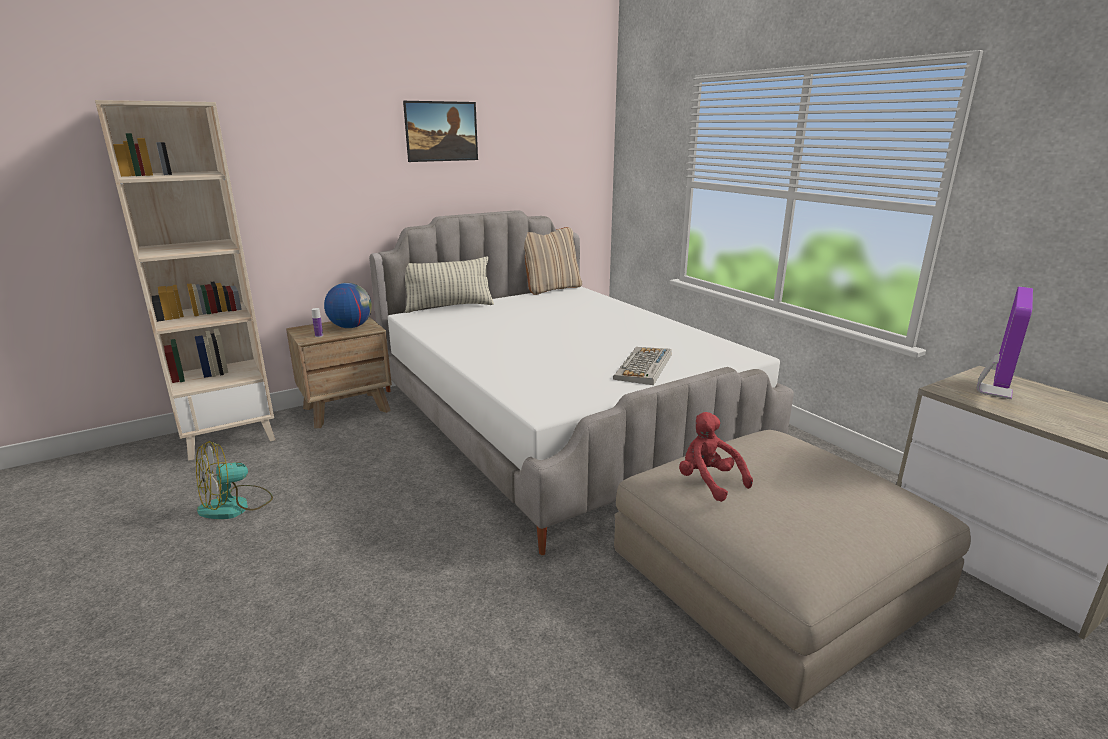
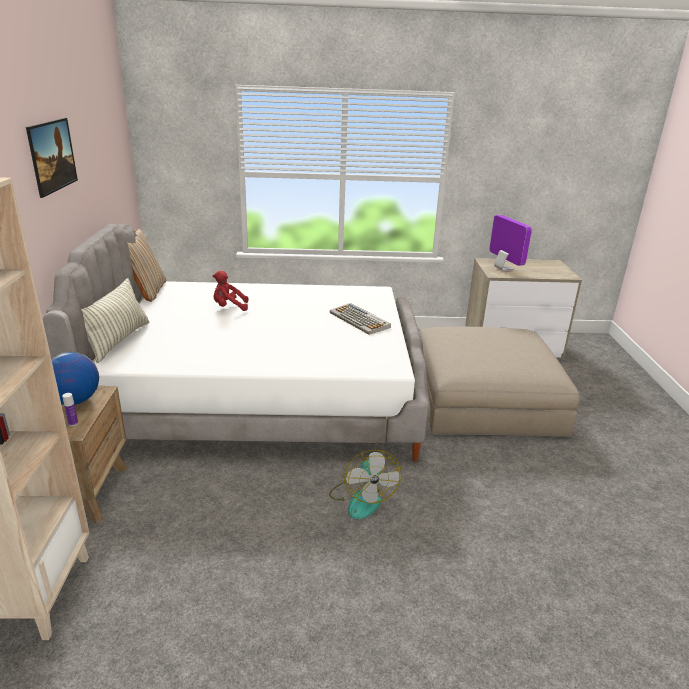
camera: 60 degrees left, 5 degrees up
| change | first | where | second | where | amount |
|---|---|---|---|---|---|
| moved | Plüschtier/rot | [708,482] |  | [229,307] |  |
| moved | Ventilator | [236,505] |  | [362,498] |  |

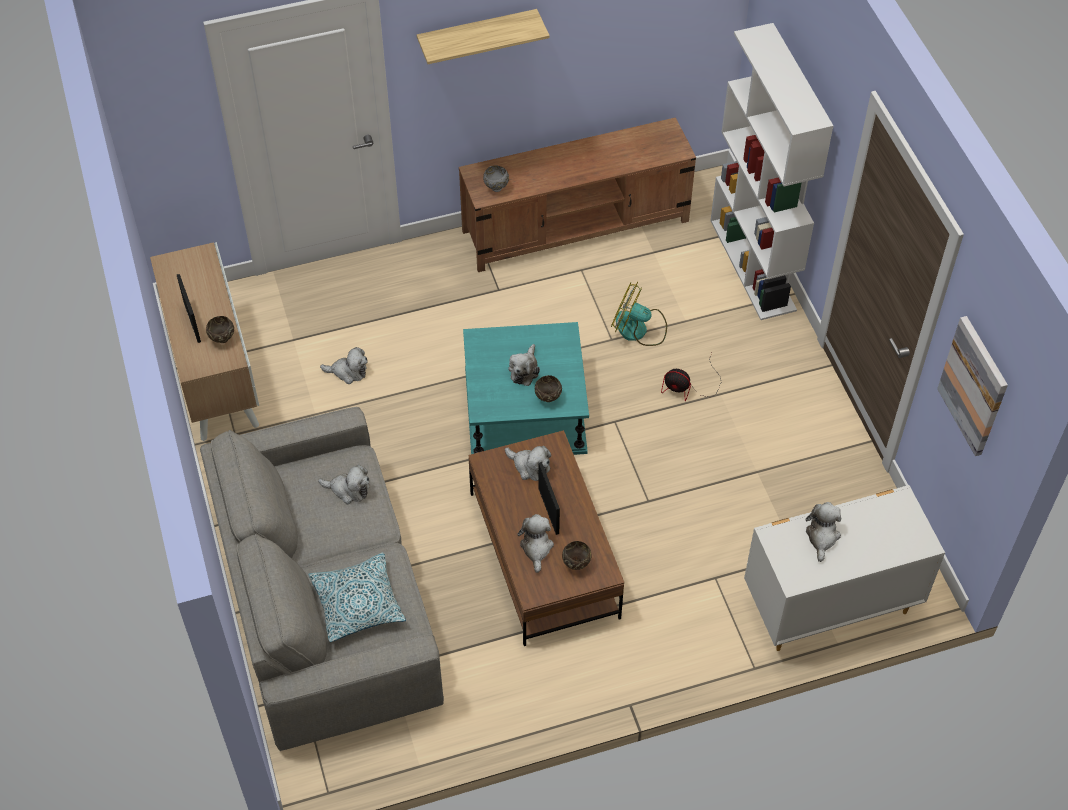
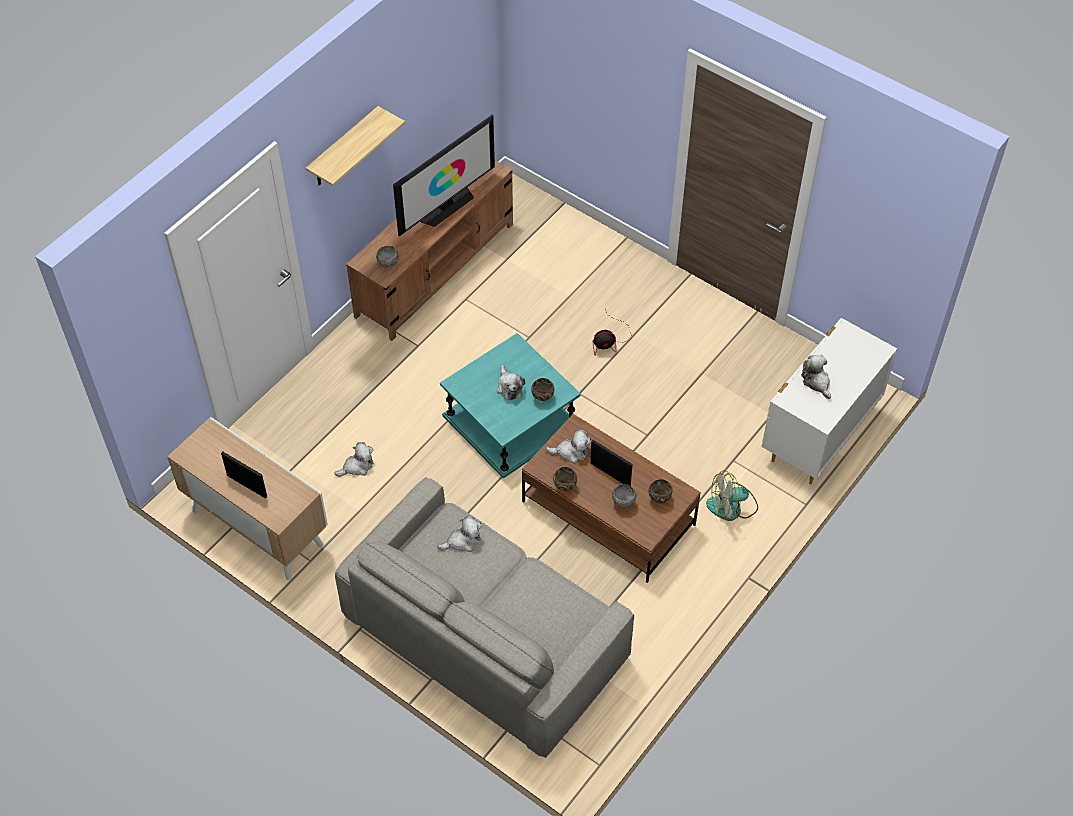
camera: 35 degrees left, 0 degrees up
| change | first | where | second | where | amount |
|---|---|---|---|---|---|
| removed | Bücherregal/weiß | [753,265] |  |  |  |
| moved | Ventilator | [639,329] |  | [732,507] |  |
| moved | Schüssel/braun | [222,340] |  | [564,487] |  |
| removed | Bild | [974,386] |  |  |  |
| replaced | Plüschtier | [536,547] | Schüssel/grau | [623,504] |  |
| removed | Kissen | [357,603] |  |  |  |
| added |  |  | Fernseher | [446,206] |  |

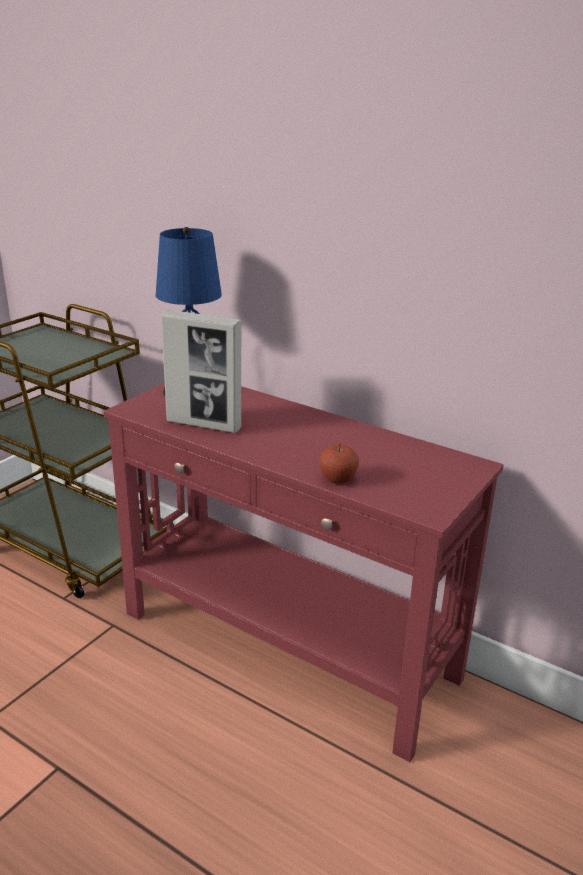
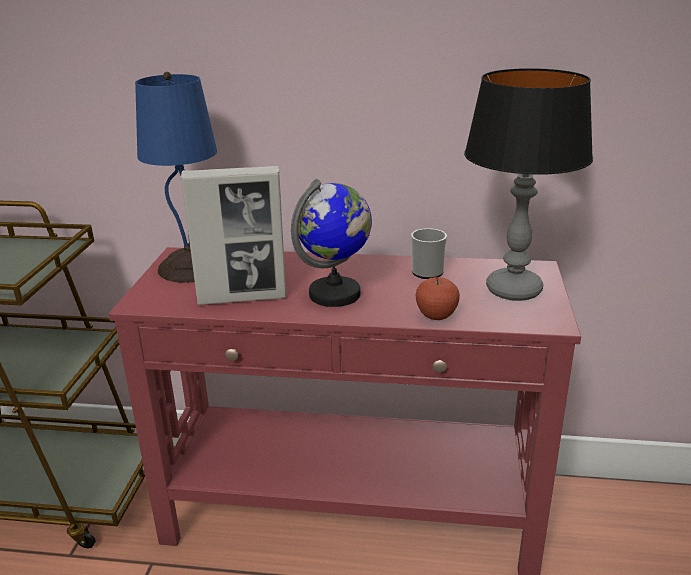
camera: 25 degrees left, 0 degrees up
| change | first | where | second | where | amount |
|---|---|---|---|---|---|
| added |  |  | Tischlampe | [514,290] |  |
| added |  |  | Globus | [335,294] |  |
| added |  |  | Henkelbecher | [425,270] |  |

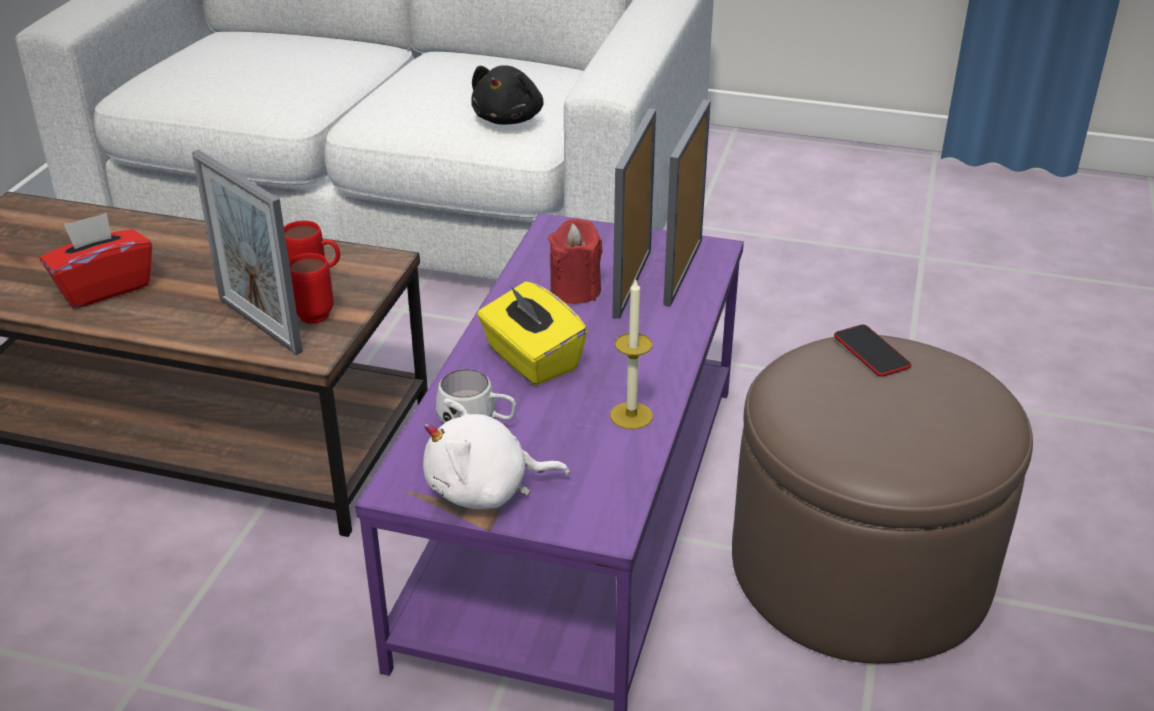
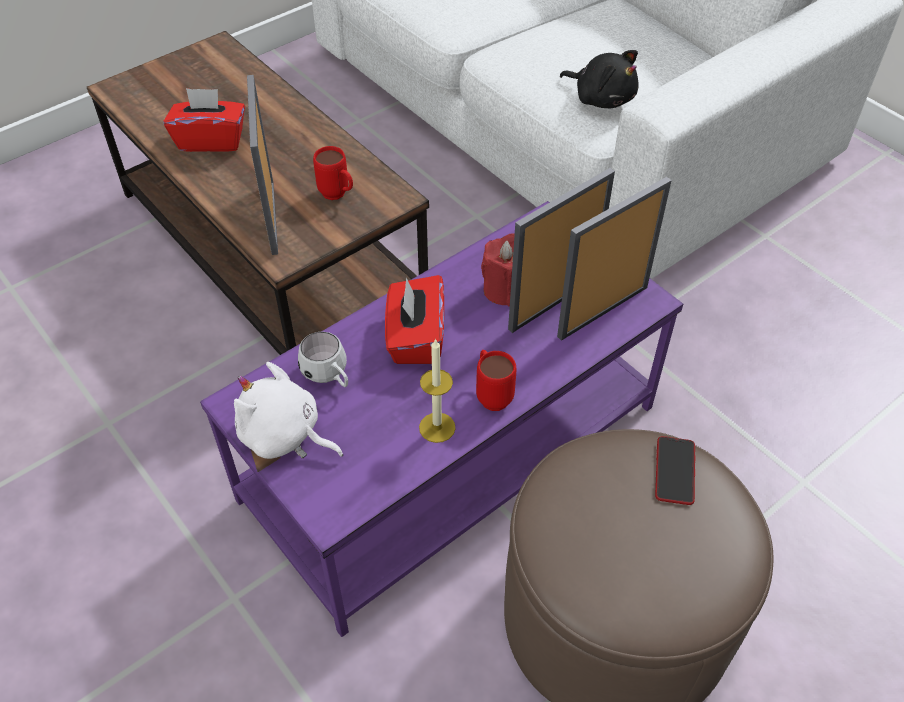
camera: 35 degrees right, 15 degrees up
| change | first | where | second | where | amount |
|---|---|---|---|---|---|
| turned | Plüschtier/schwarz | [509,119] |  | [601,98] | 105 degrees counterclockwise |
| moved | Henkelbecher/rot | [308,313] |  | [491,394] |  |
| recoloured | Taschentuchbox/gelb | [531,359] | Taschentuchbox/rot | [415,338] |  |

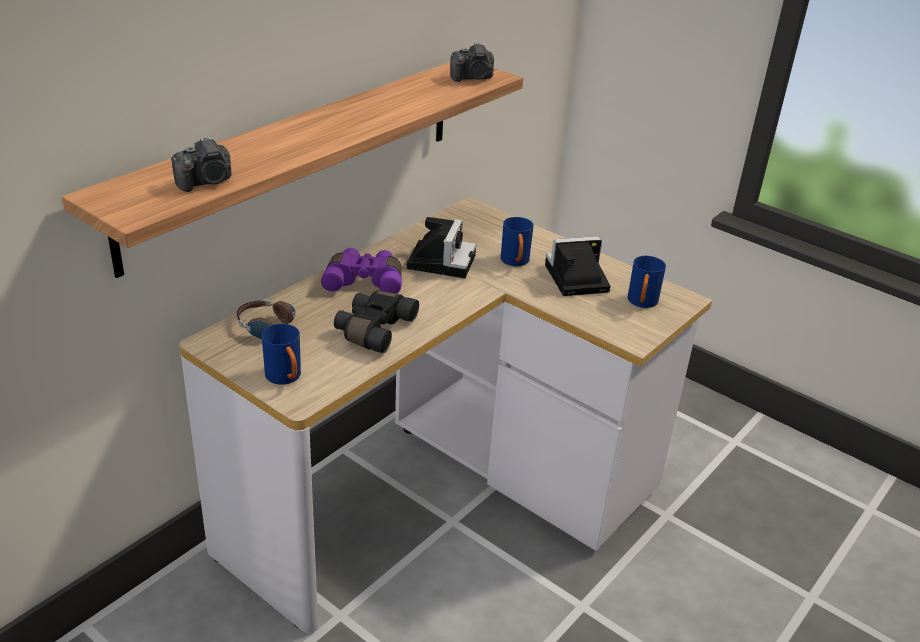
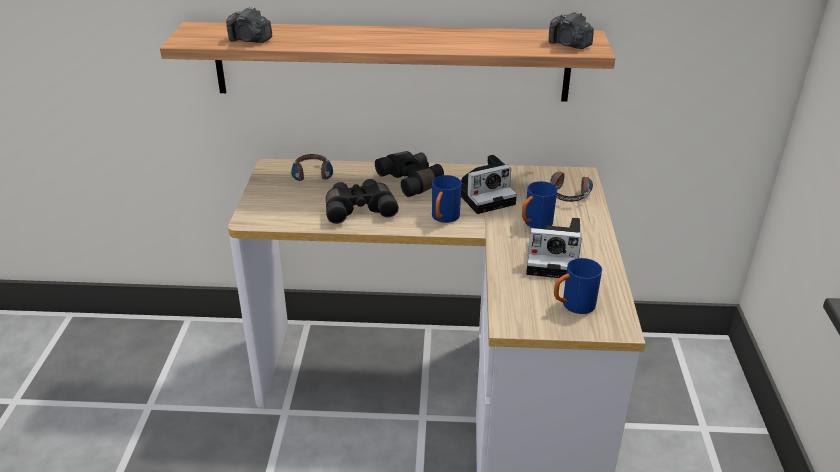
camera: 55 degrees right, 0 degrees up
| change | first | where | second | where | amount |
|---|---|---|---|---|---|
| turned | Kamera | [574,279] |  | [555,259] | 150 degrees clockwise |
| recoloured | Fernglas/lila | [365,281] | Fernglas/schwarz | [412,181] |  |
| moved | Henkelbecher/blau | [286,378] |  | [443,219] |  |
| added |  |  | Kopfhörer | [570,191] |  |

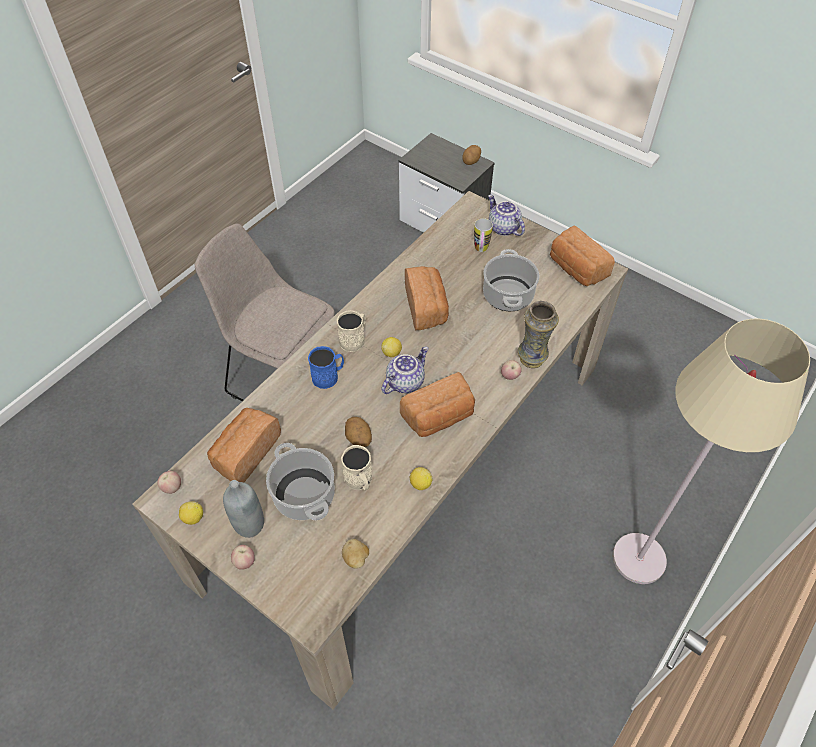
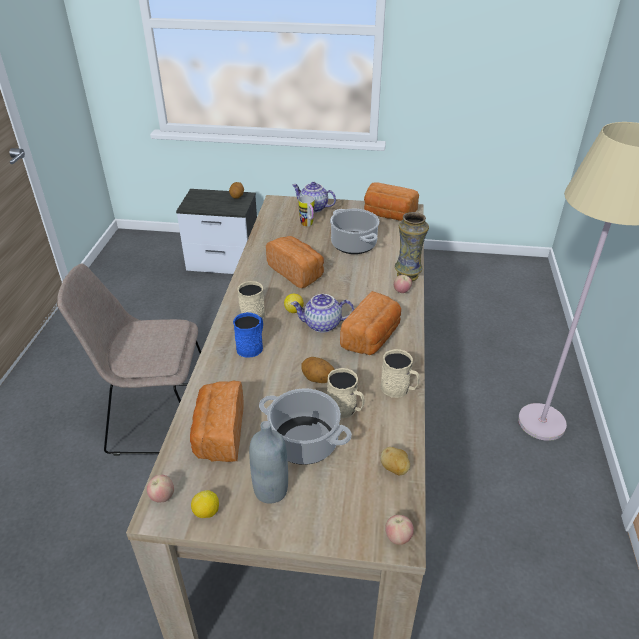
camera: 30 degrees left, 15 degrees down
| change | first | where | second | where | amount |
|---|---|---|---|---|---|
| turned | Teekanne | [404,381] |  | [322,325] | 105 degrees counterclockwise |
| replaced | Zitrone | [420,484] | Henkelbecher/beige | [399,389] |  |
| moved | Apfel | [244,562] |  | [398,537] |  |

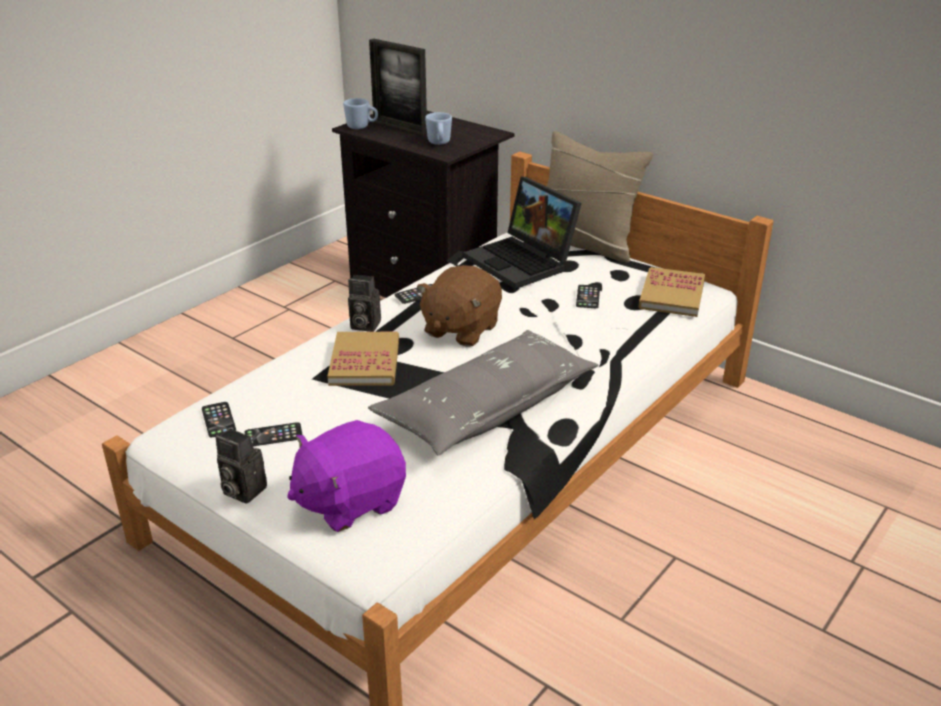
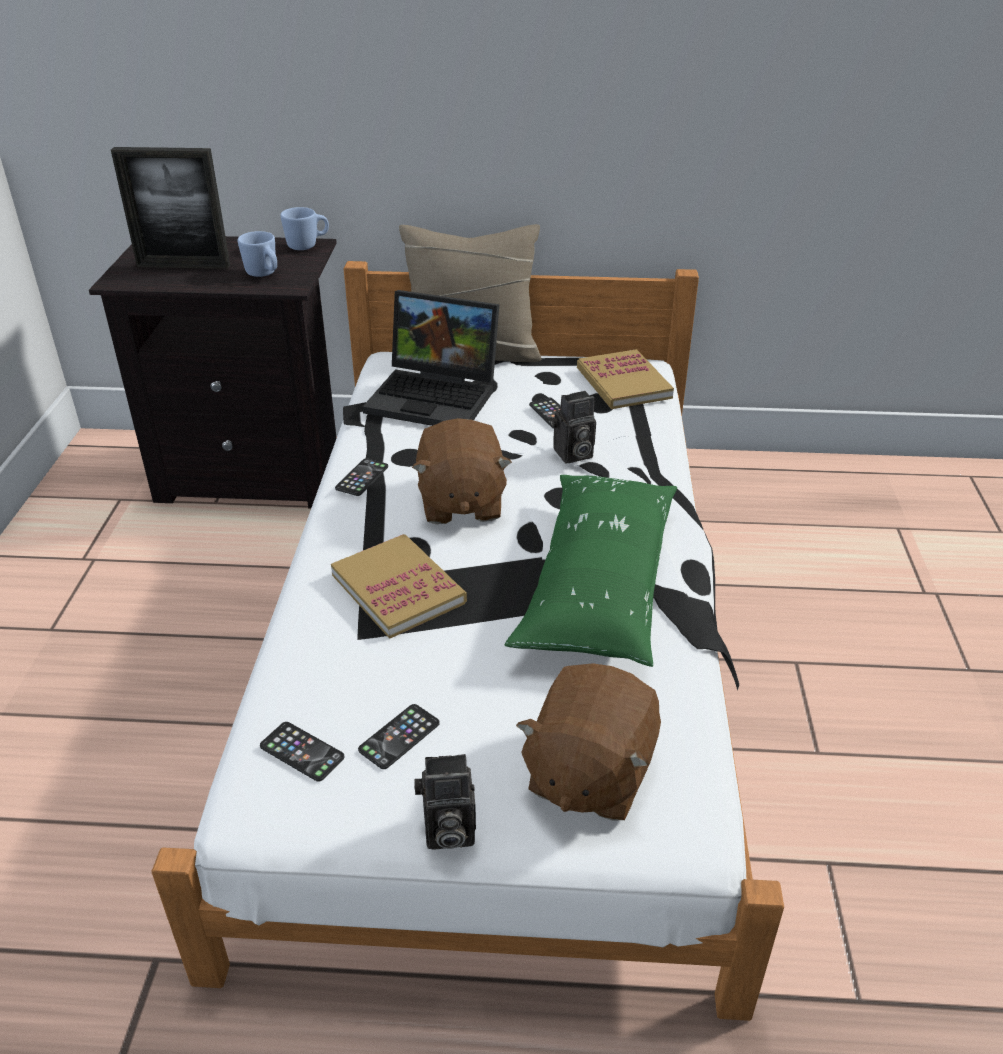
camera: 35 degrees left, 5 degrees up
| change | first | where | second | where | amount |
|---|---|---|---|---|---|
| moved | Henkelbecher/blau | [362,127] |  | [307,245] |  |
| moved | Kamera | [363,325] |  | [572,455] |  |
| recoloured | Kissen/grau | [487,407] | Kissen/grün | [598,584] |  |
| recoloured | Plüschtier/lila | [349,501] | Plüschtier/braun | [588,774] |  |

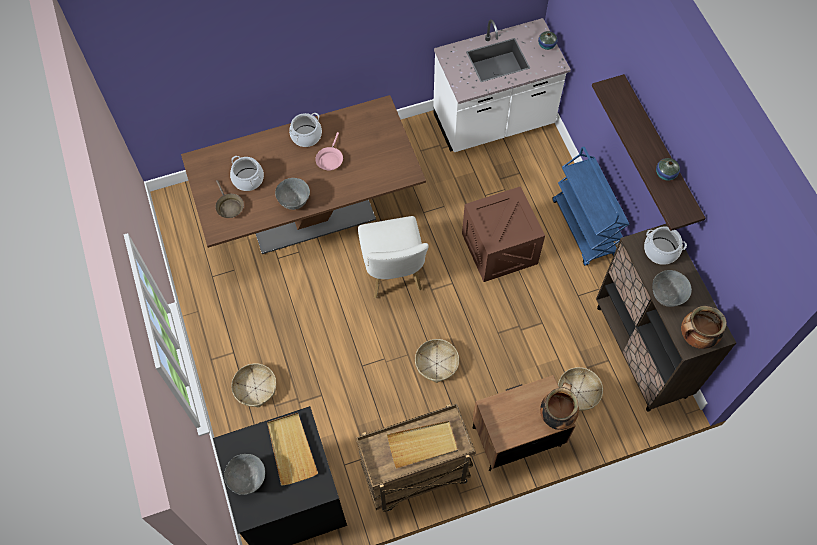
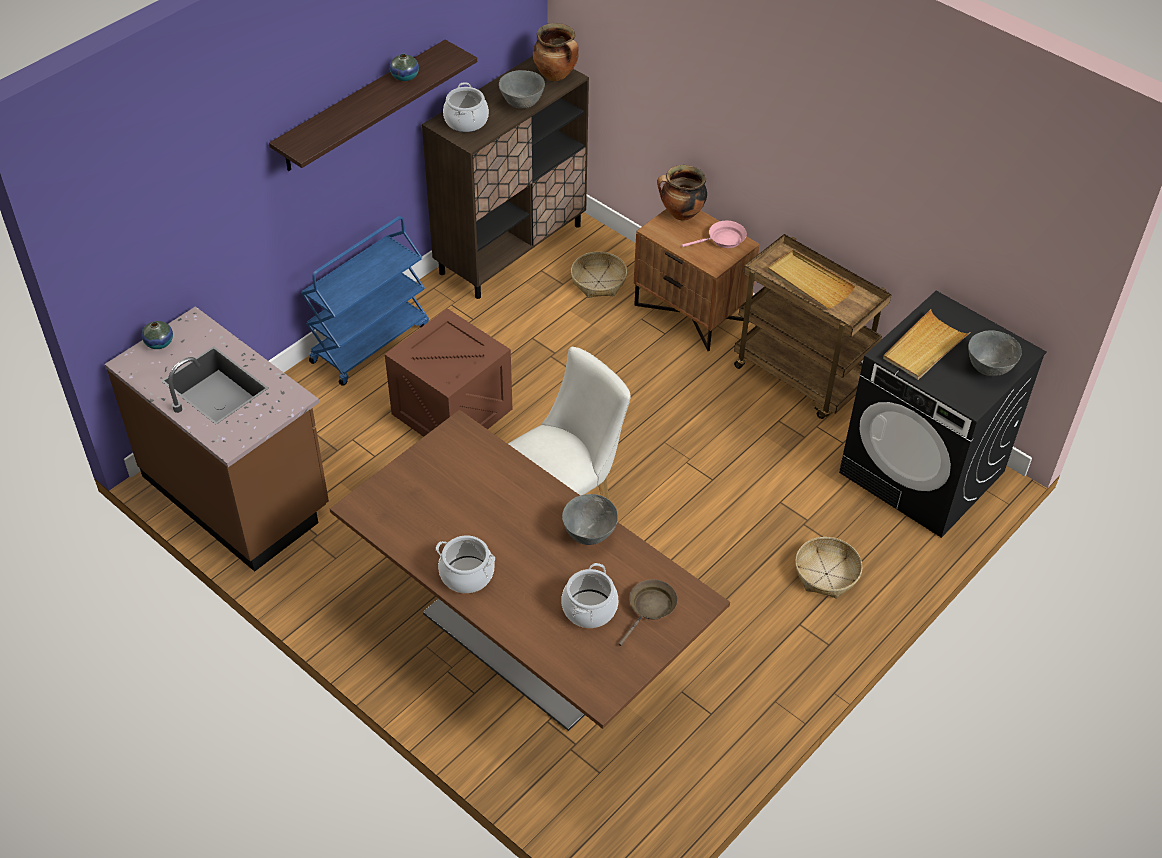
camera: 120 degrees left, 15 degrees down
| change | first | where | second | where | amount |
|---|---|---|---|---|---|
| recoloured | Küchenzeile/weiß | [493,122] | Küchenzeile/braun | [237,493] |  |
| moved | Pfanne/rosa | [330,159] |  | [723,240] |  |
| removed | Korb | [436,364] |  |  |  |

